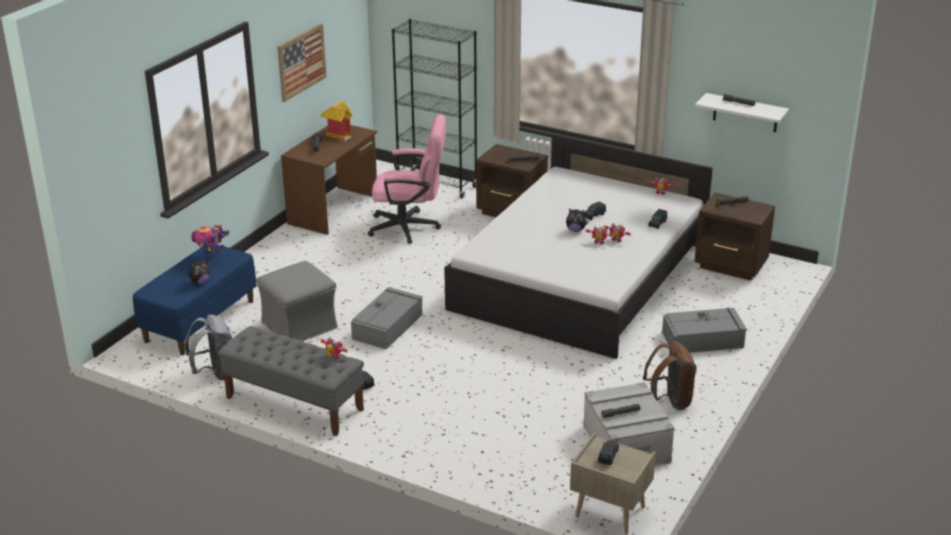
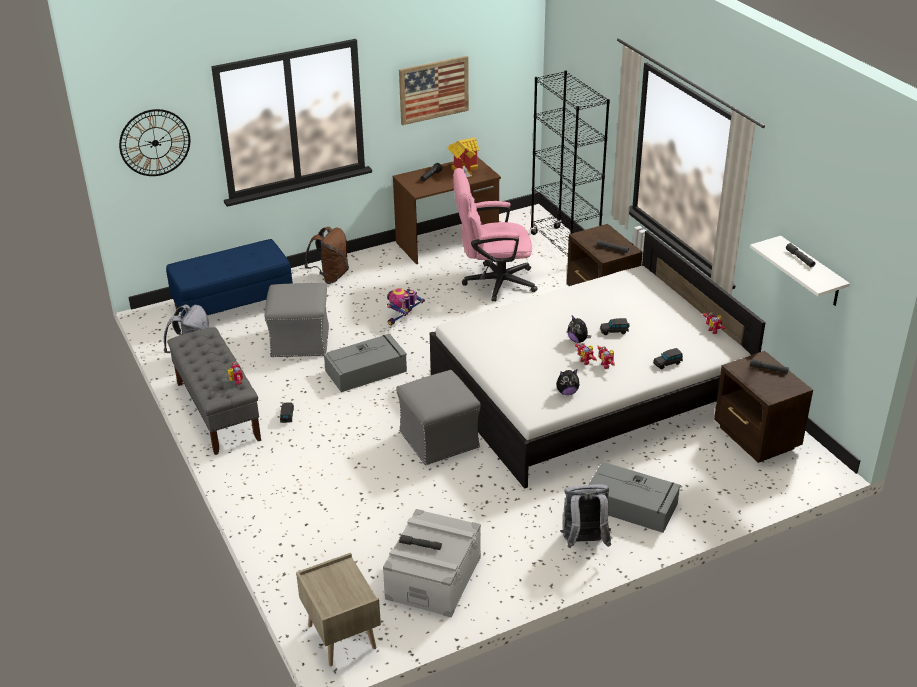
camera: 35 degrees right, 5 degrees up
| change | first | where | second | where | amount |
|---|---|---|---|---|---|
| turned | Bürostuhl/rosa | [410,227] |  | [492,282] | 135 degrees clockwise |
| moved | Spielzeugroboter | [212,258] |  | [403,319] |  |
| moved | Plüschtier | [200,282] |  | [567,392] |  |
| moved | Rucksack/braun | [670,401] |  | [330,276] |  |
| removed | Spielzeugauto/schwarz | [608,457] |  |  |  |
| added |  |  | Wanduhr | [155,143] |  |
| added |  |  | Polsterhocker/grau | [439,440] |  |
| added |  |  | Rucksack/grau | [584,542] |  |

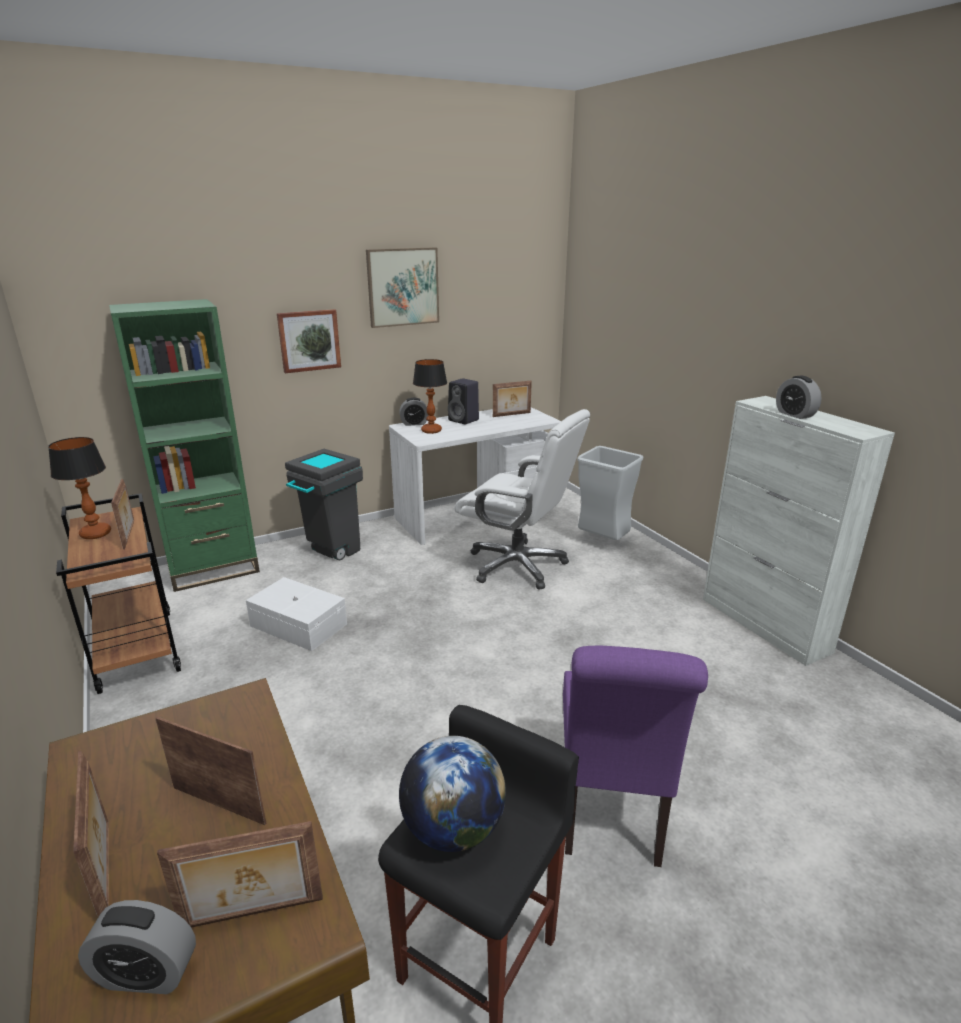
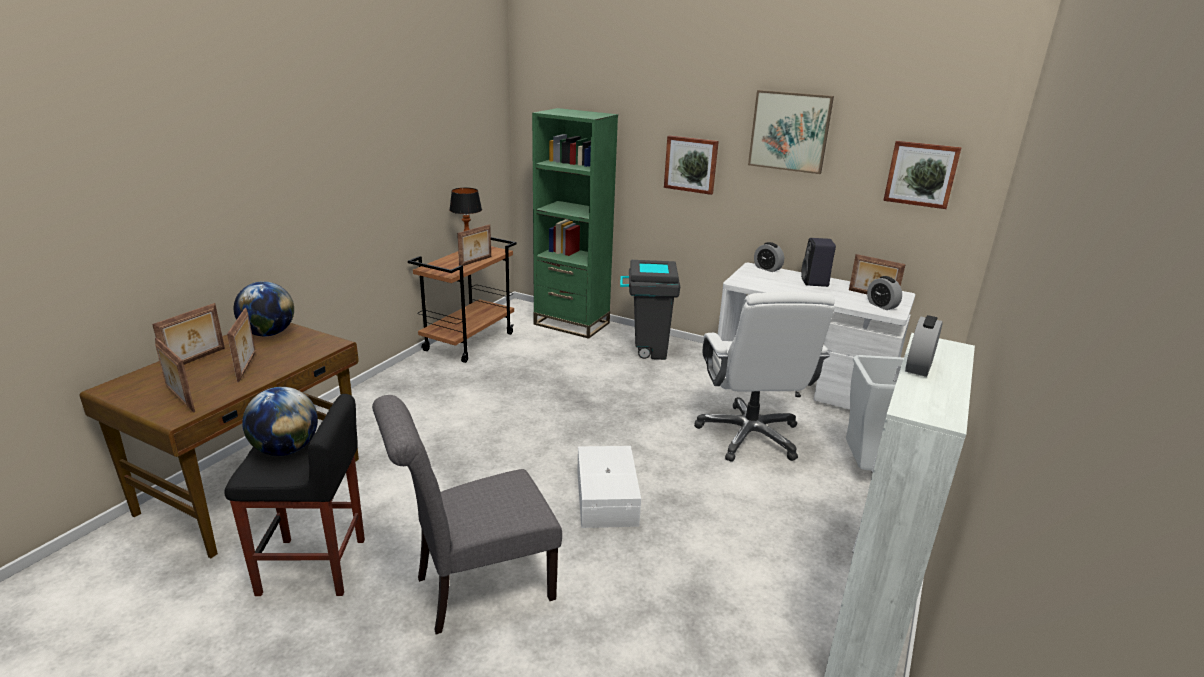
camera: 55 degrees right, 0 degrees up
| change | first | where | second | where | amount |
|---|---|---|---|---|---|
| removed | Tischlampe | [431,431] |  |  |  |
| moved | Aufbewahrungsbox/weiß | [299,624] |  | [608,497] |  |
| recoloured | Stuhl/lila | [611,811] | Stuhl/grau | [475,589] |  |
| moved | Wecker | [147,973] |  | [881,305] |  |
| added |  |  | Bild | [921,174] |  |
| added |  |  | Globus | [268,334] |  |

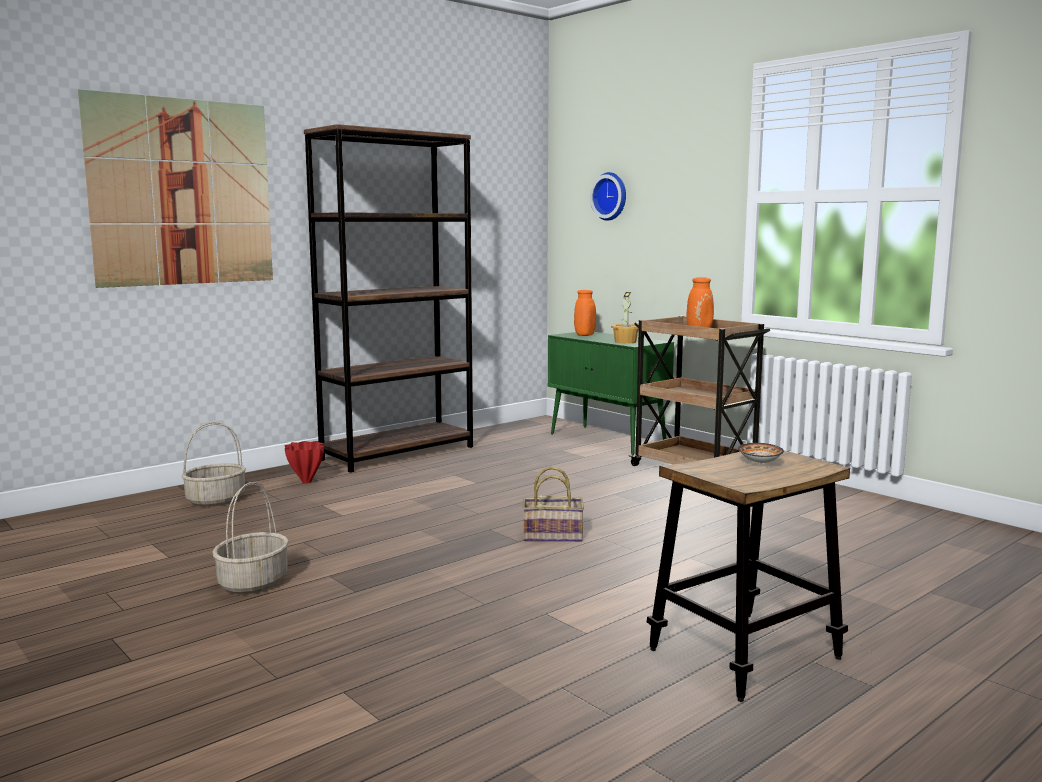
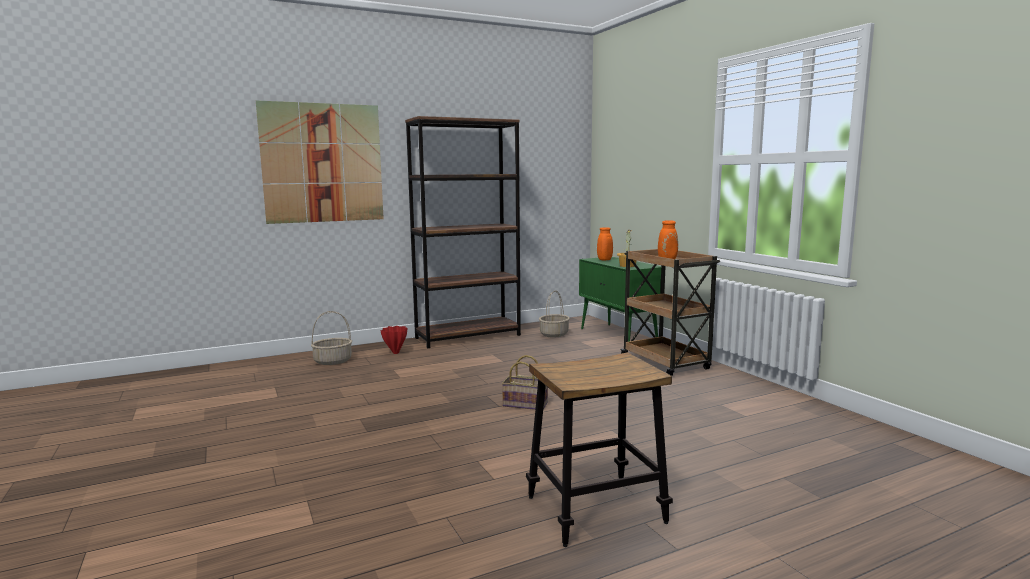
camera: 15 degrees right, 0 degrees up
| change | first | where | second | where | amount |
|---|---|---|---|---|---|
| removed | Wanduhr | [611,196] |  |  |  |
| removed | Schüssel | [759,463] |  |  |  |
| moved | Korb | [253,583] |  | [554,334] |  |

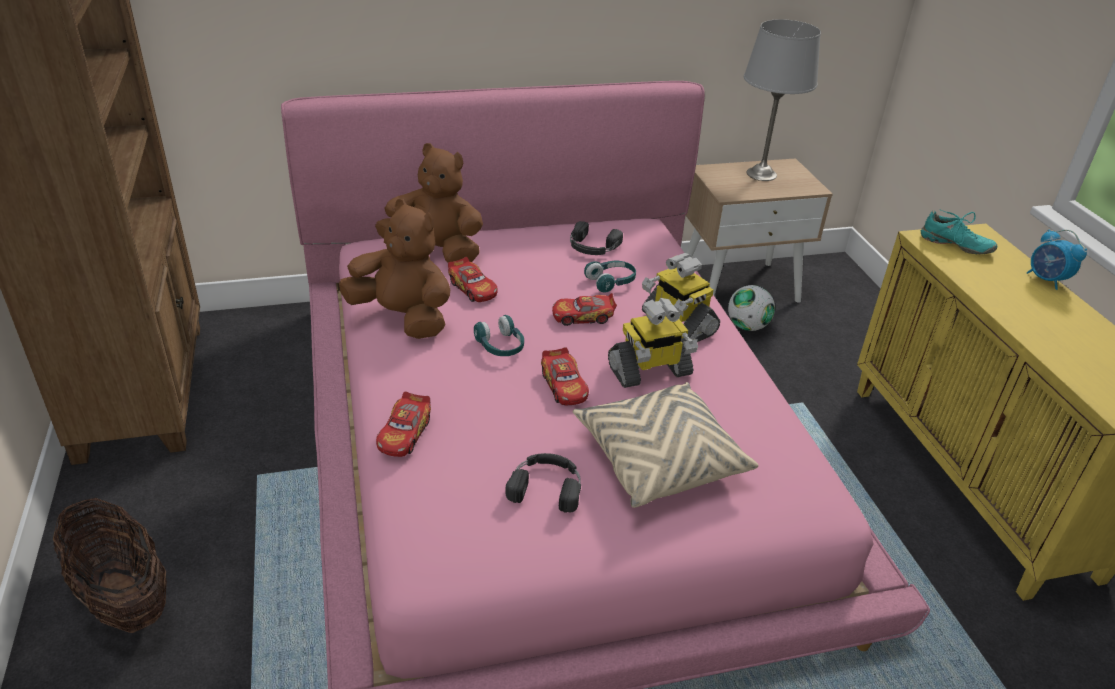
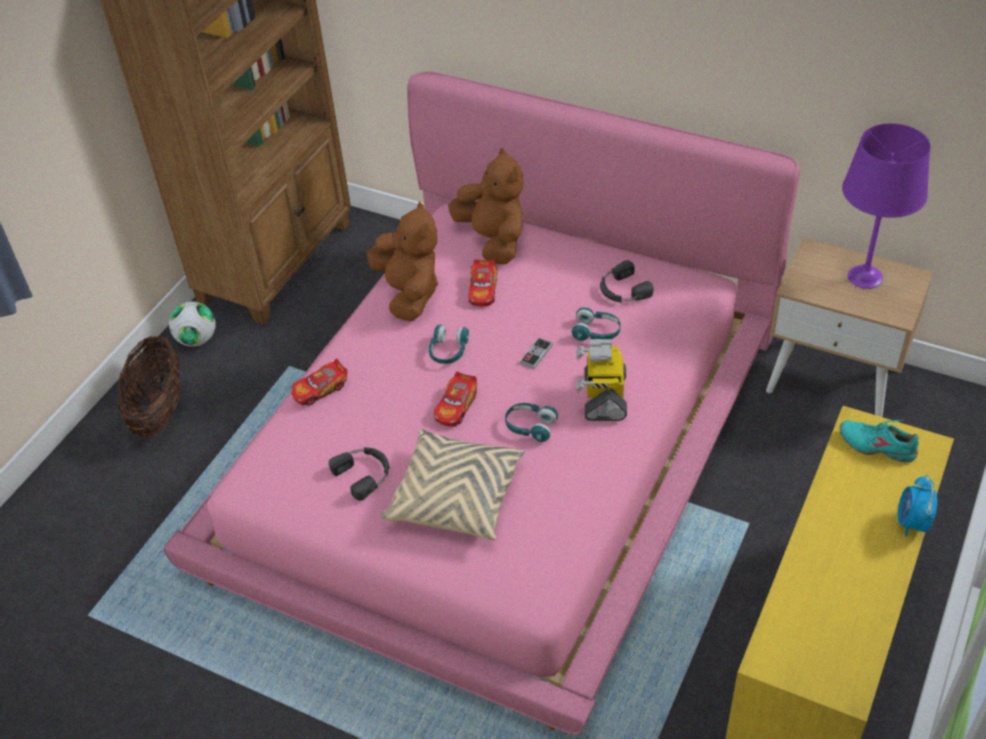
camera: 45 degrees right, 10 degrees up
| change | first | where | second | where | amount |
|---|---|---|---|---|---|
| recoloured | Tischlampe/grau | [762,174] | Tischlampe/lila | [865,277] |  |
| turned | Schuh/türkis | [955,245] |  | [877,445] | 135 degrees clockwise |
| moved | Fußball | [747,326] |  | [197,339] |  |
| replaced | Spielzeugauto | [582,316] | Gamepad | [536,354] |  |
| replaced | Spielzeugroboter | [649,371] | Kopfhörer/türkis | [530,426] |  |

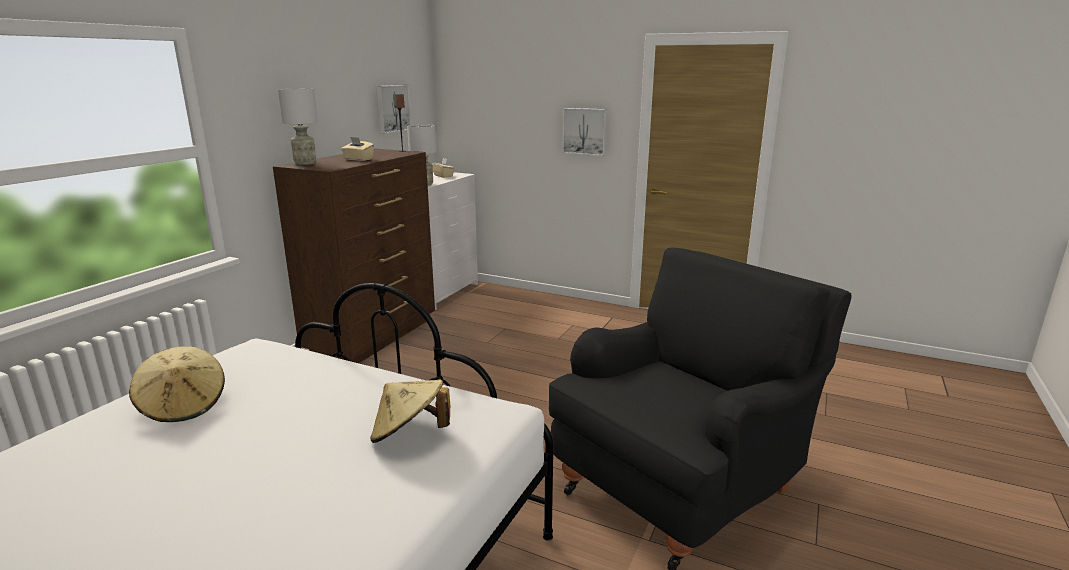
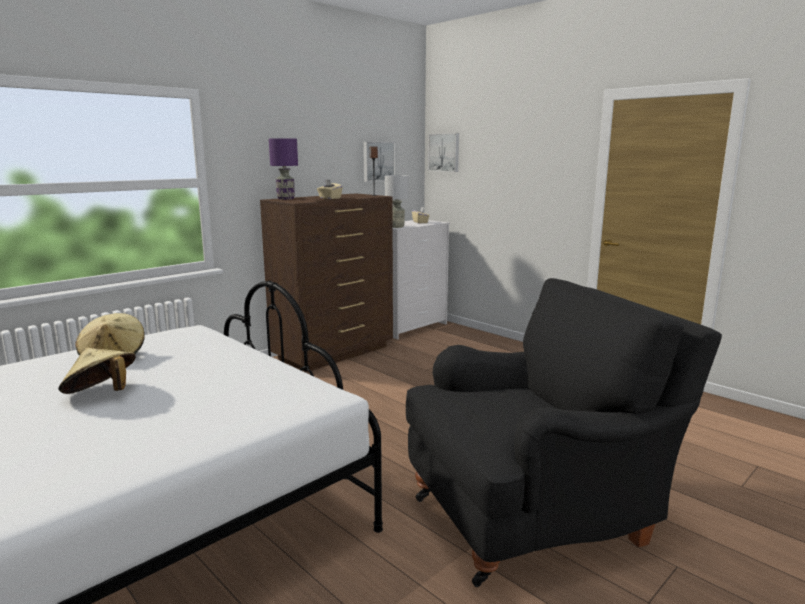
camera: 20 degrees right, 5 degrees down
| change | first | where | second | where | amount |
|---|---|---|---|---|---|
| recoloured | Tischlampe/grau | [305,163] | Tischlampe/lila | [285,199] |  |
| moved | Bild | [585,131] |  | [444,152] |  |
| moved | Hut/beige | [409,434] |  | [102,394] |  |

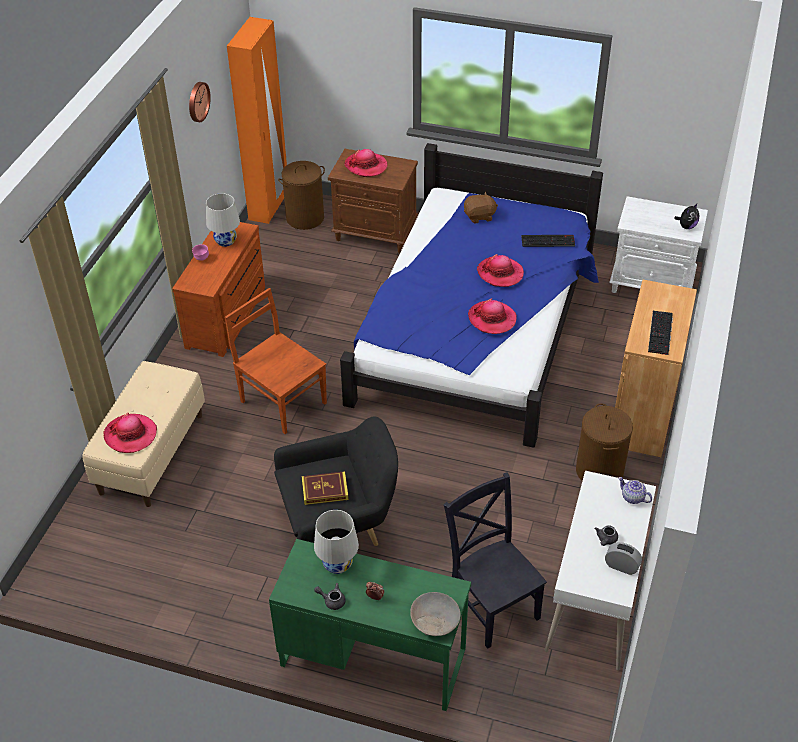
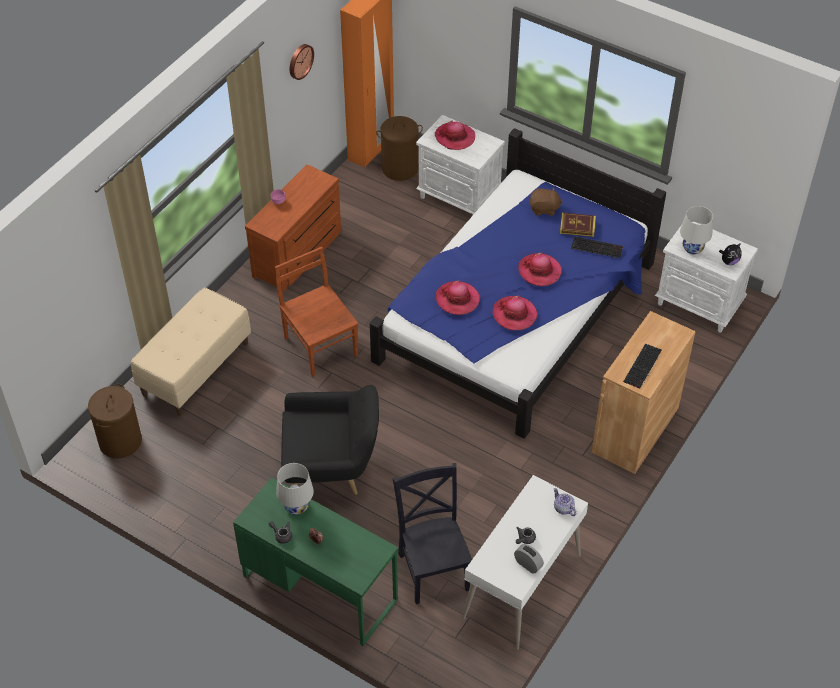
camera: 15 degrees right, 5 degrees up
| change | first | where | second | where | amount |
|---|---|---|---|---|---|
| recoloured | Nachttisch/braun | [376,233] | Nachttisch/weiß | [459,197] |  |
| moved | Tischlampe/weiß | [226,241] |  | [692,248] |  |
| moved | Wäschekorb/braun | [599,470] |  | [120,441] |  |
| moved | Hut | [130,435] |  | [457,299] |  |
| moved | Buch | [325,490] |  | [577,226] |  |
| removed | Schüssel/beige | [435,620] |  |  |  |

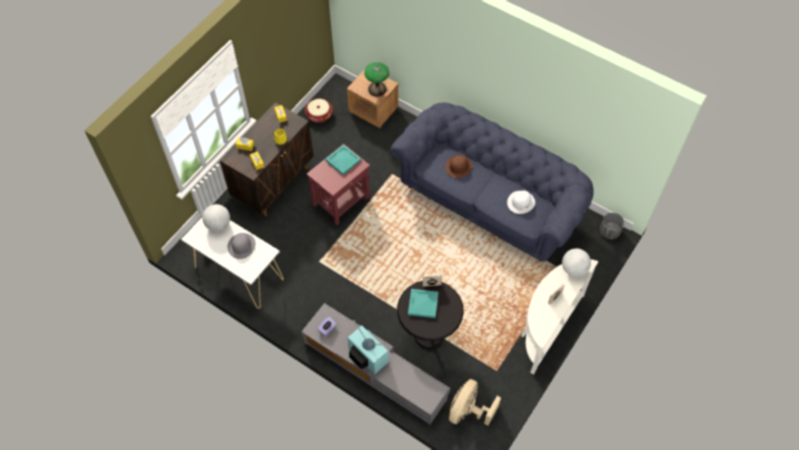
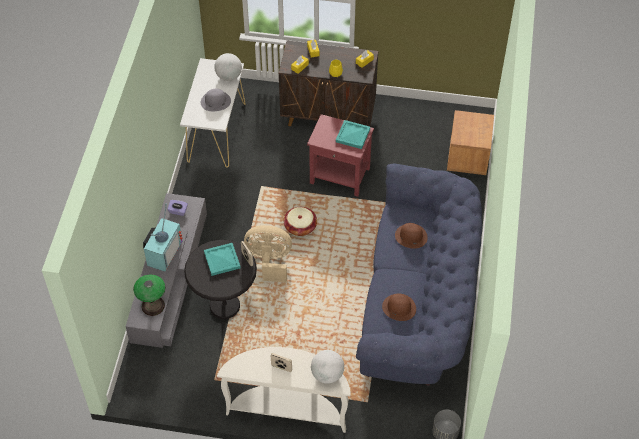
camera: 65 degrees right, 5 degrees down
| change | first | where | second | where | amount |
|---|---|---|---|---|---|
| moved | Tischlampe | [377,89] |  | [153,305] |  |
| moved | Korb | [319,115] |  | [300,227] |  |
| recoloured | Hut/weiß | [521,202] | Hut/braun | [399,307] |  |
| moved | Ventilator/beige | [468,411] |  | [269,261] |  |

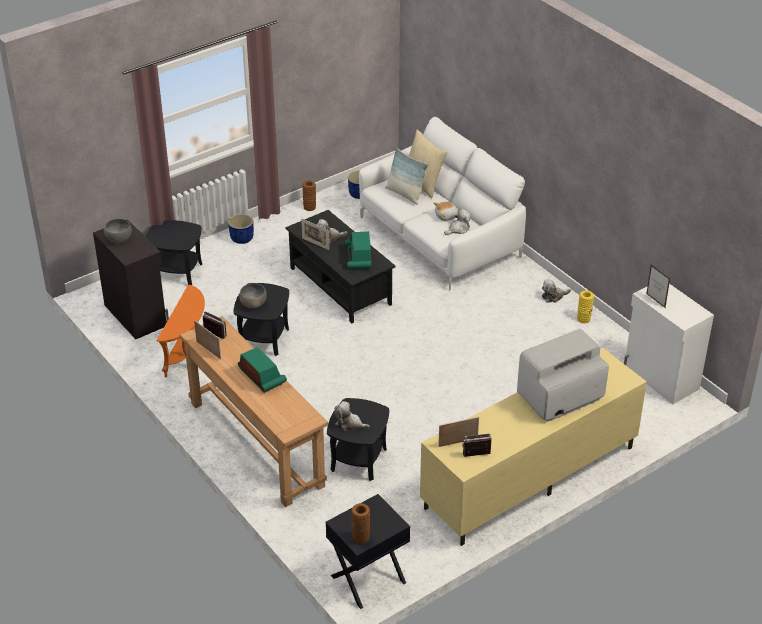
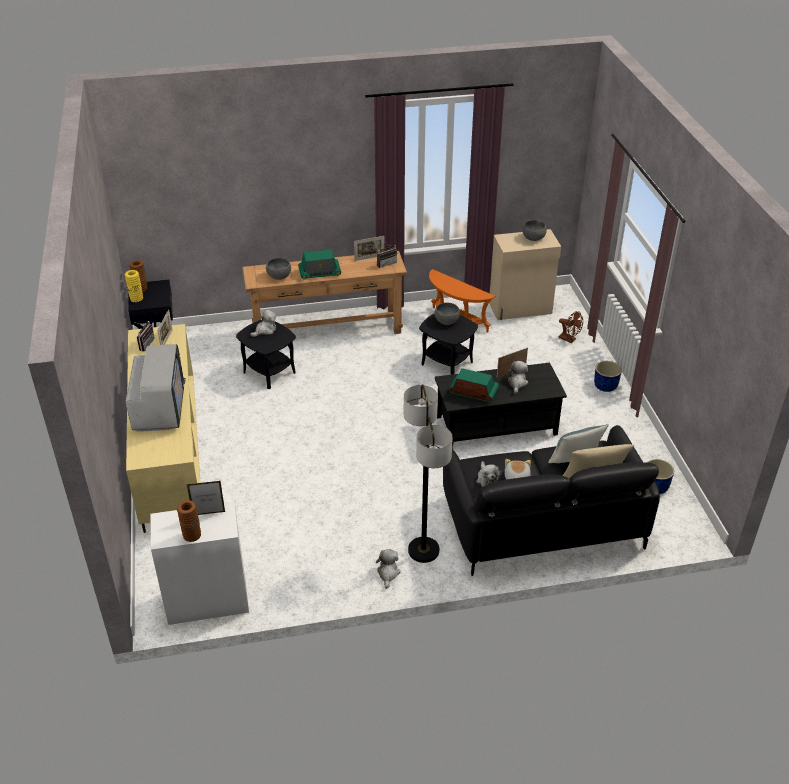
camera: 115 degrees right, 0 degrees up
| change | first | where | second | where | amount |
|---|---|---|---|---|---|
| recoloured | Sofa/weiß | [439,237] | Sofa/schwarz | [542,521] |  |
| moved | Vase/braun | [309,207] |  | [192,535] |  |
| recoloured | Schrank/schwarz | [136,314] | Schrank/beige | [521,309] |  |
| replaced | Beistelltisch/schwarz | [177,272] | Ventilator/braun | [569,339] |  |
| moved | Vase/gelb | [583,319] |  | [136,298] |  |
| added |  |  | Schüssel/grau | [279,276] |  |
| added |  |  | Stehlampe | [423,551] |  |

